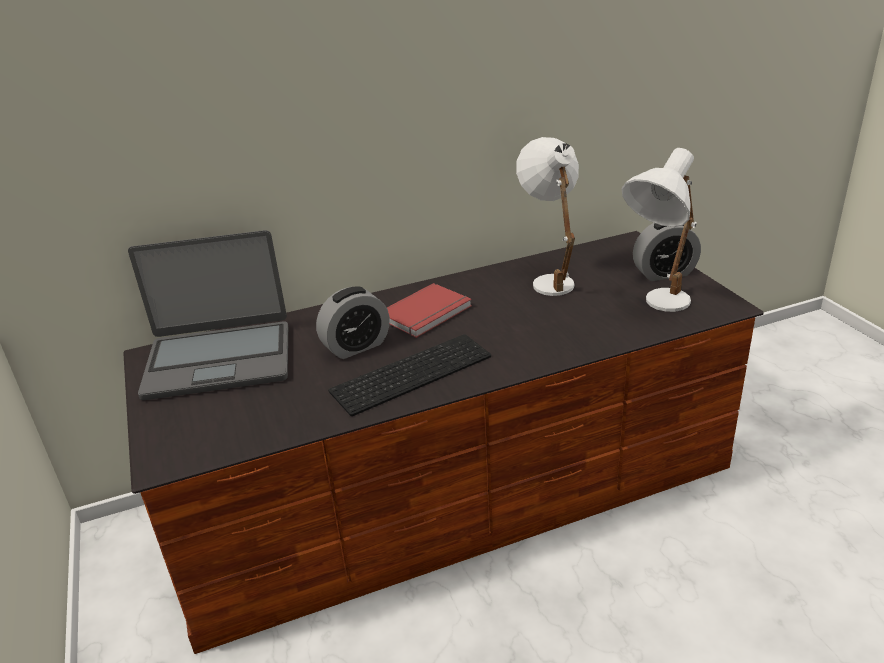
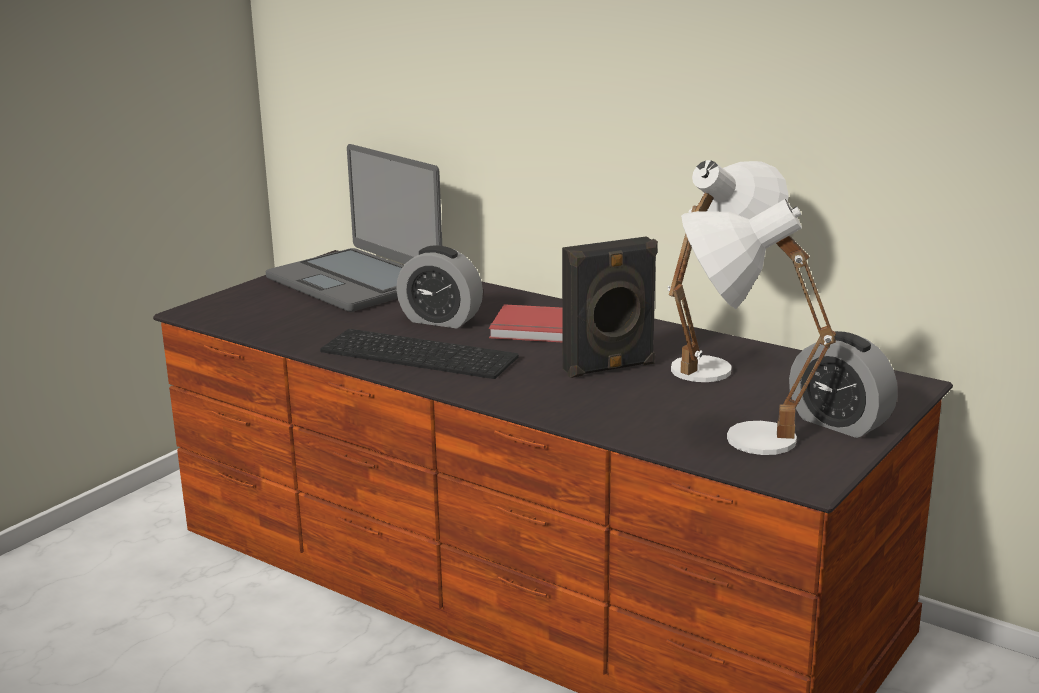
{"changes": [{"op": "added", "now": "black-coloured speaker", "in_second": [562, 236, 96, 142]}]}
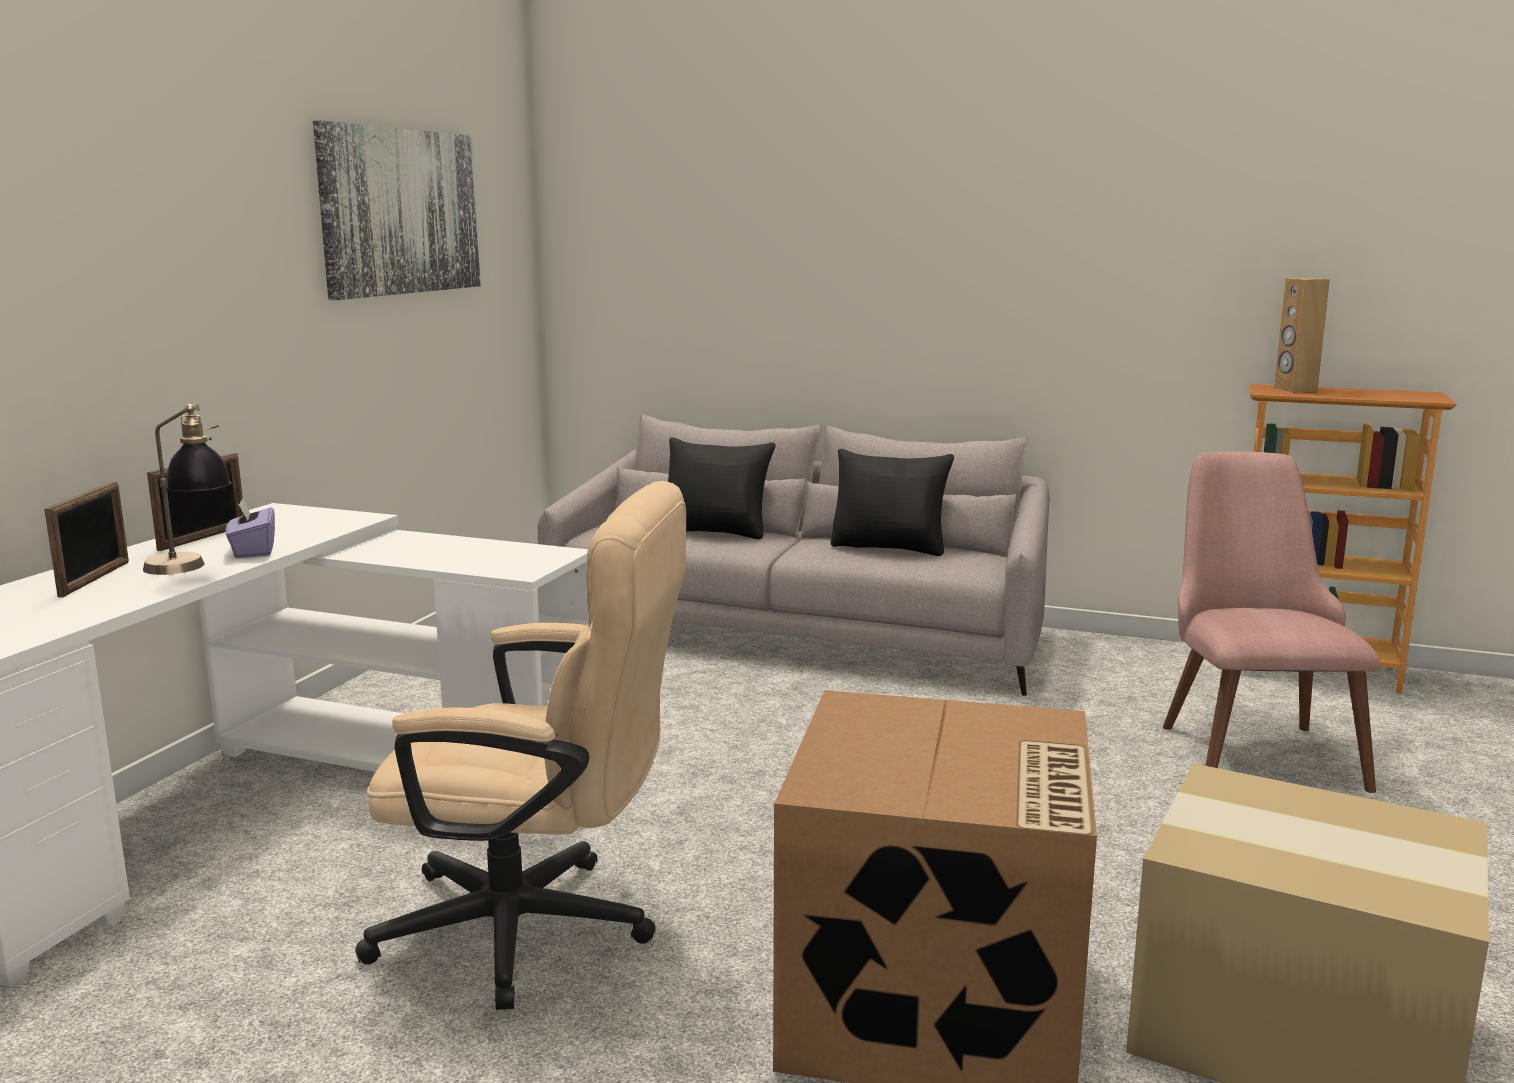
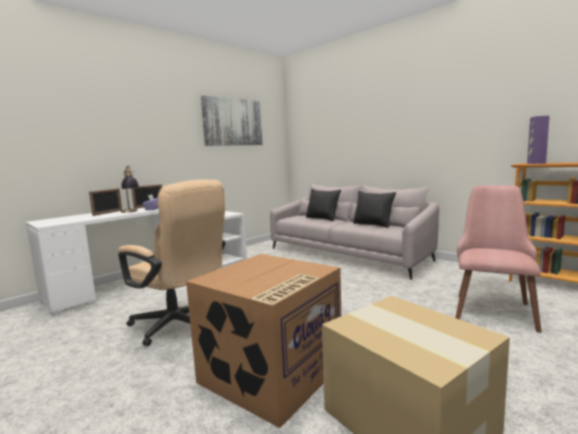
{"changes": [{"op": "recoloured", "was": "brown speaker", "now": "purple-coloured speaker", "in_first": [1274, 278, 56, 115], "in_second": [527, 116, 22, 48]}]}
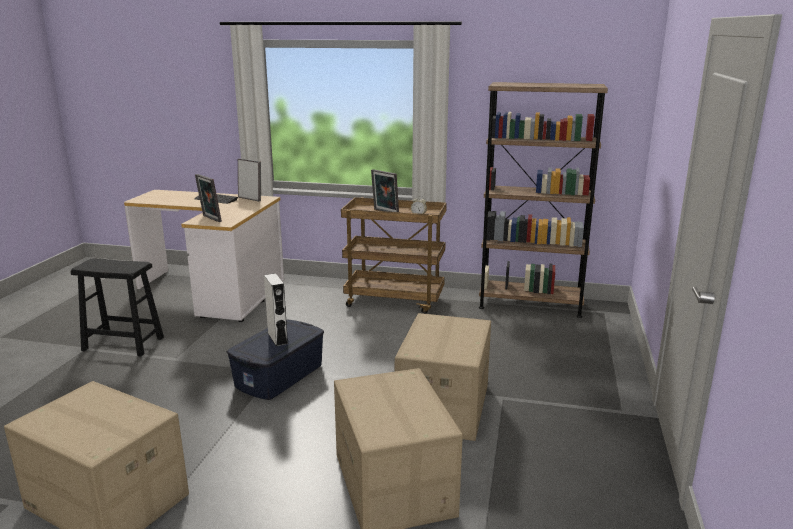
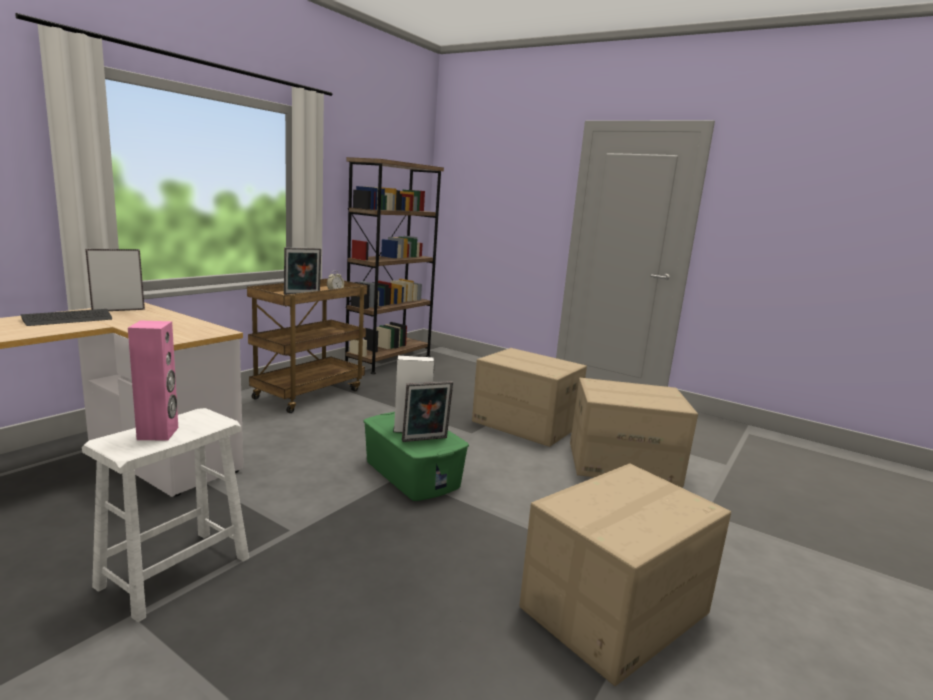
{"changes": [{"op": "recoloured", "was": "black-coloured stool seat", "now": "whitish stool seat", "in_first": [71, 258, 93, 99], "in_second": [82, 408, 167, 214]}, {"op": "added", "now": "pinkish speaker", "in_second": [128, 320, 50, 120]}, {"op": "recoloured", "was": "blue-coloured storage box", "now": "greenish storage box", "in_first": [227, 319, 97, 81], "in_second": [364, 412, 105, 89]}, {"op": "moved", "was": "standing frame", "in_first": [195, 174, 27, 48], "in_second": [402, 381, 51, 61]}]}
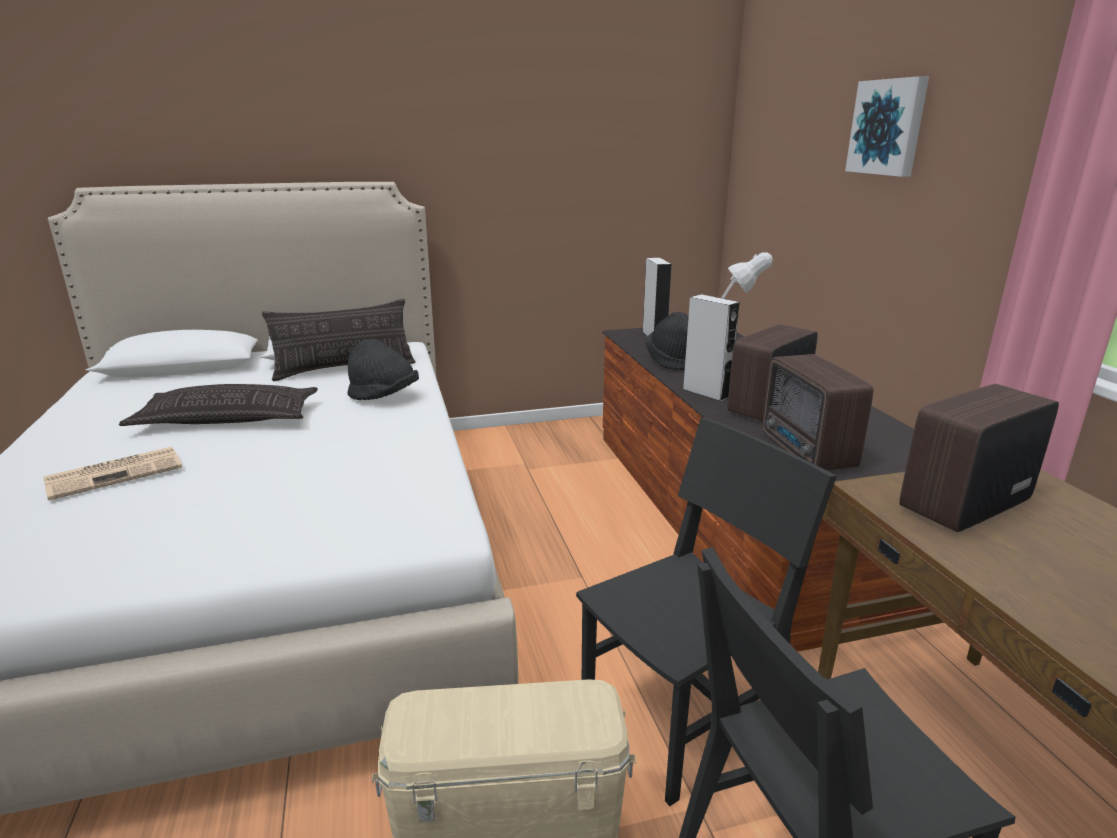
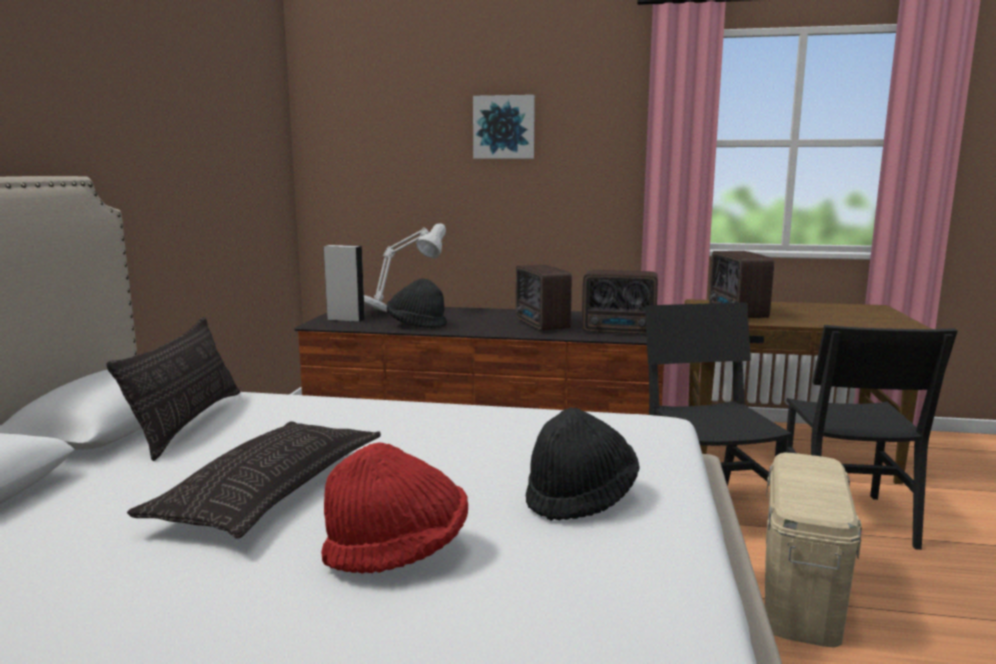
{"changes": [{"op": "replaced", "was": "printed paper", "now": "reddish hat", "in_first": [43, 447, 139, 54], "in_second": [321, 442, 147, 132]}, {"op": "moved", "was": "black-coloured hat", "in_first": [347, 339, 72, 61], "in_second": [526, 407, 114, 114]}, {"op": "removed", "was": "grey speaker", "in_first": [682, 294, 58, 108]}]}
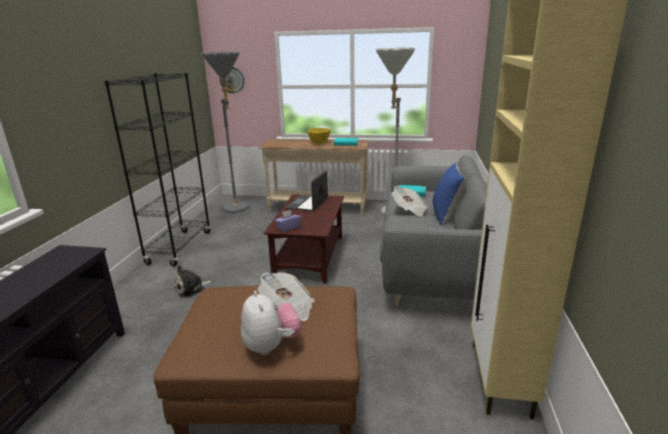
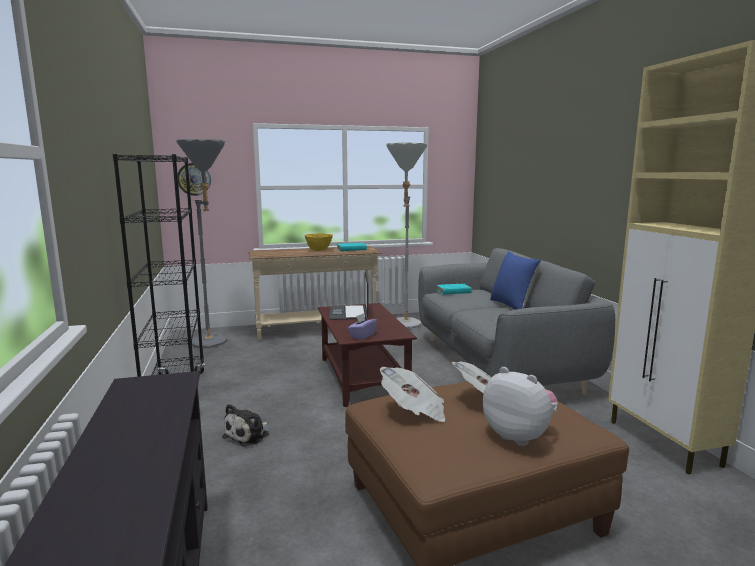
{"changes": [{"op": "moved", "was": "printed paper", "in_first": [392, 186, 36, 30], "in_second": [380, 367, 65, 55]}]}
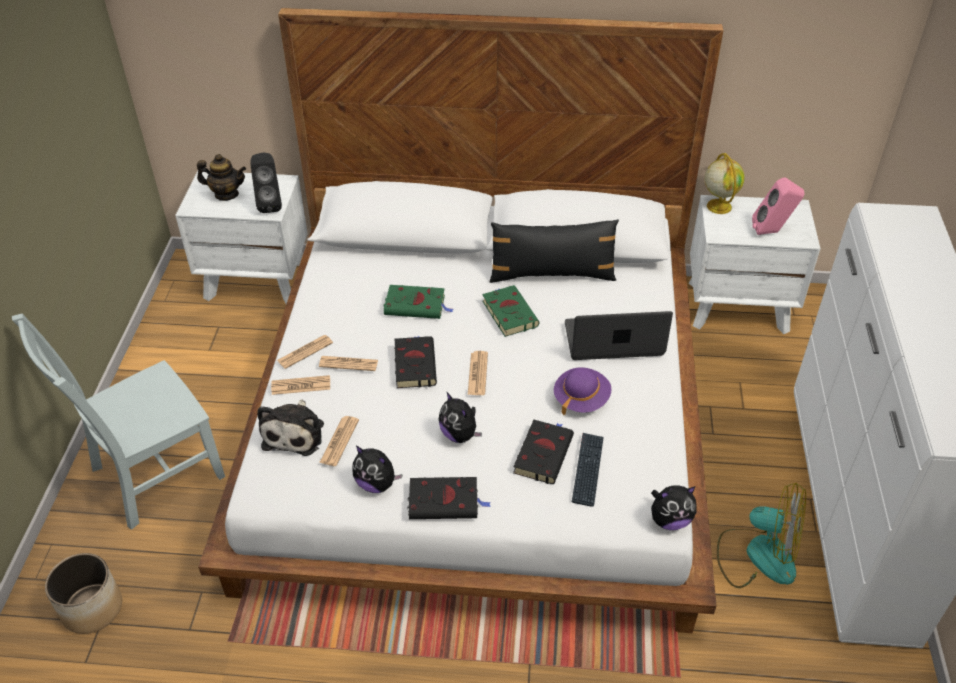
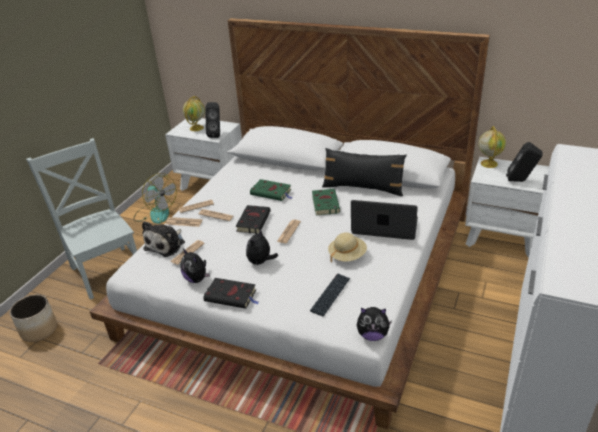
{"changes": [{"op": "turned", "was": "grey chair", "in_first": [12, 314, 213, 216], "in_second": [26, 138, 111, 162], "clockwise": 75}, {"op": "moved", "was": "cooling fan", "in_first": [717, 483, 89, 105], "in_second": [133, 173, 44, 51]}, {"op": "replaced", "was": "tea pot", "now": "world globe", "in_first": [197, 154, 49, 47], "in_second": [183, 96, 22, 35]}, {"op": "turned", "was": "plush toy", "in_first": [439, 391, 43, 52], "in_second": [246, 228, 32, 37], "clockwise": 45}, {"op": "recoloured", "was": "purple-coloured hat", "now": "beige-coloured hat", "in_first": [554, 367, 58, 48], "in_second": [328, 232, 39, 31]}, {"op": "recoloured", "was": "pinkish speaker", "now": "black-coloured speaker", "in_first": [752, 177, 52, 58], "in_second": [506, 142, 37, 40]}, {"op": "removed", "was": "black-coloured bound book", "in_first": [513, 420, 61, 64]}]}
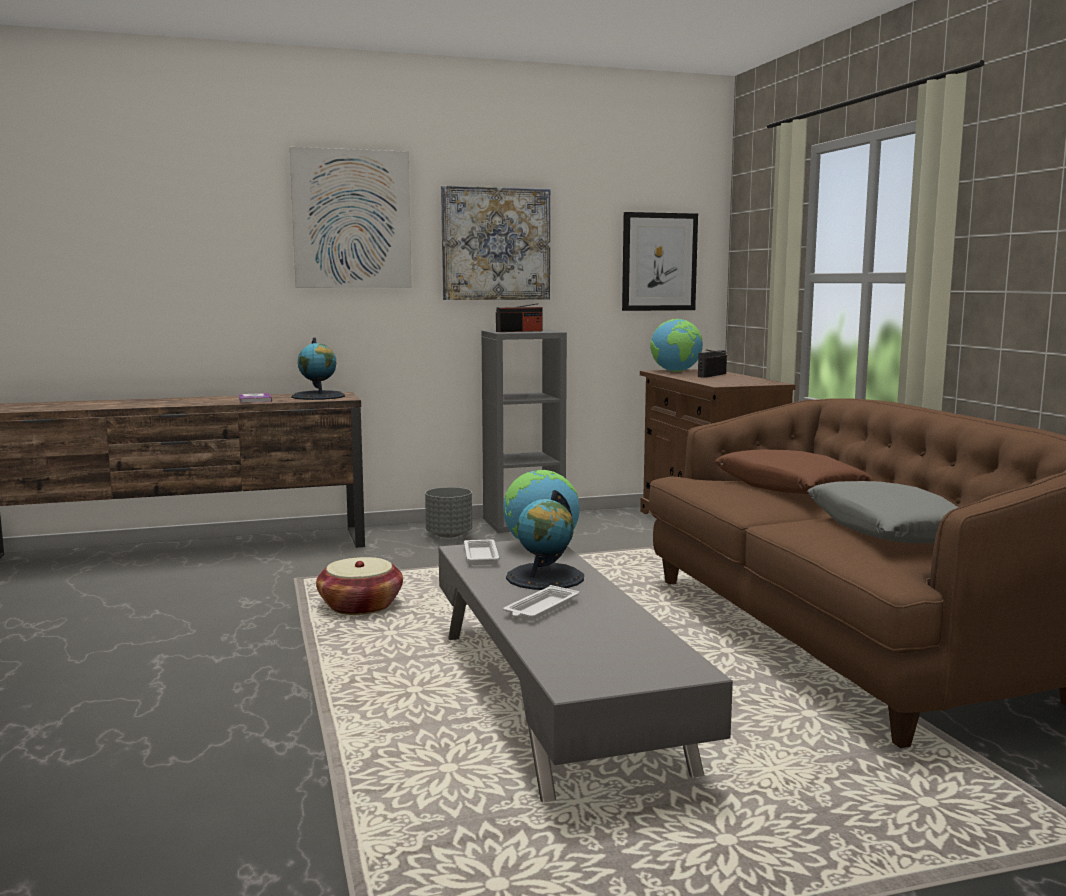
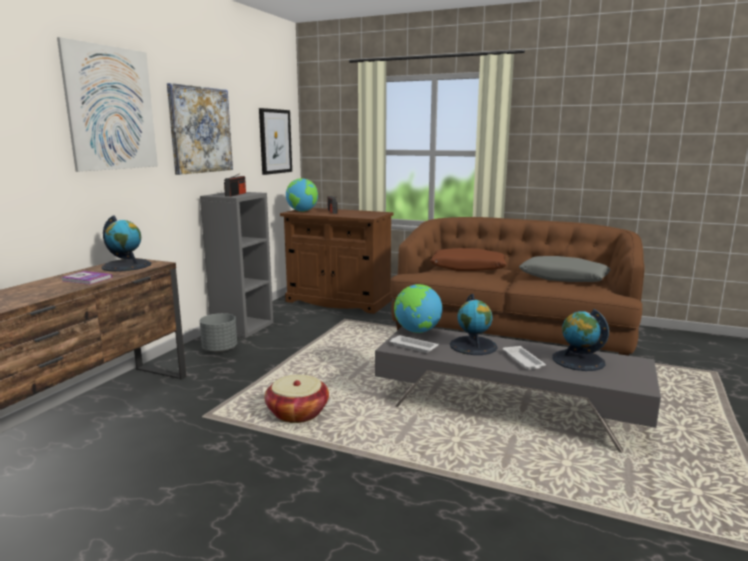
{"changes": [{"op": "added", "now": "world globe", "in_second": [552, 309, 57, 62]}]}
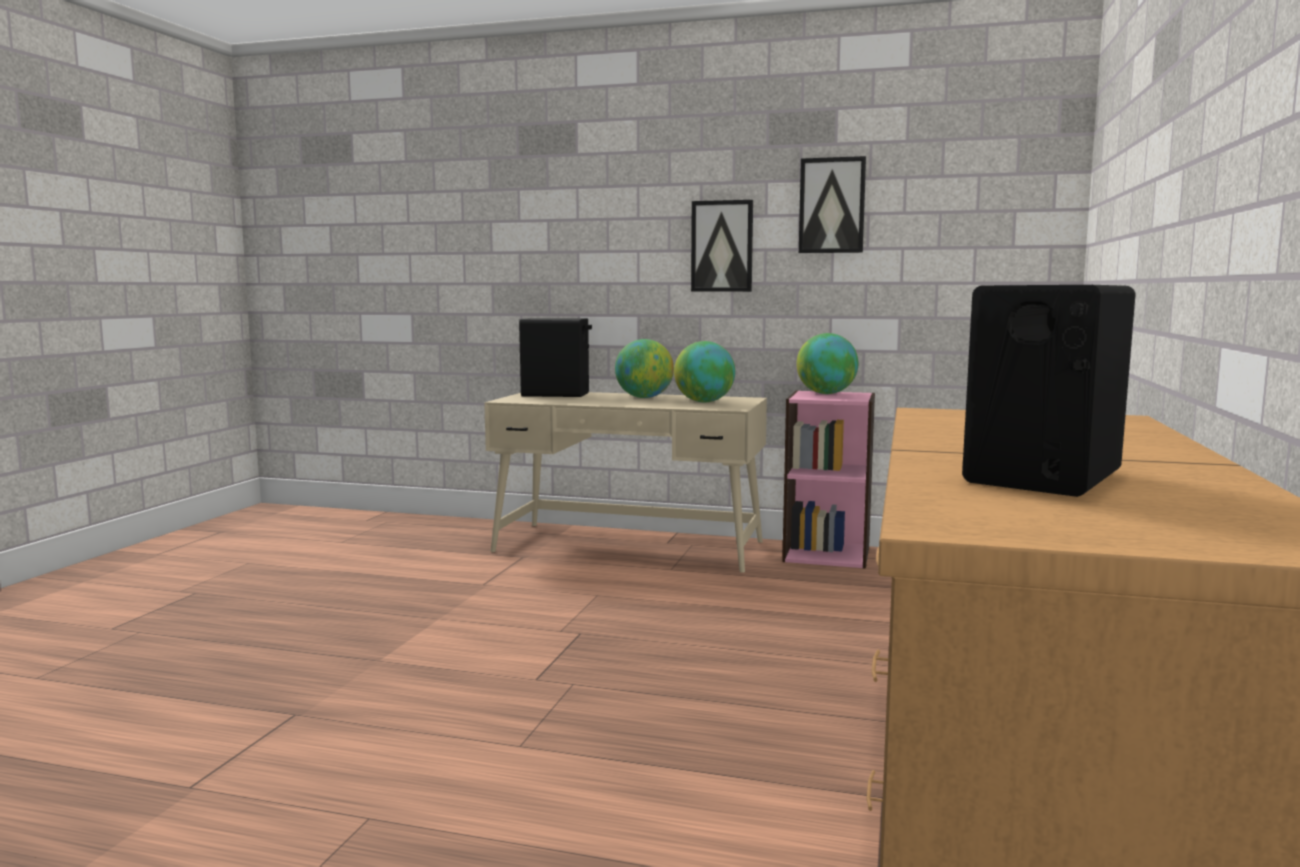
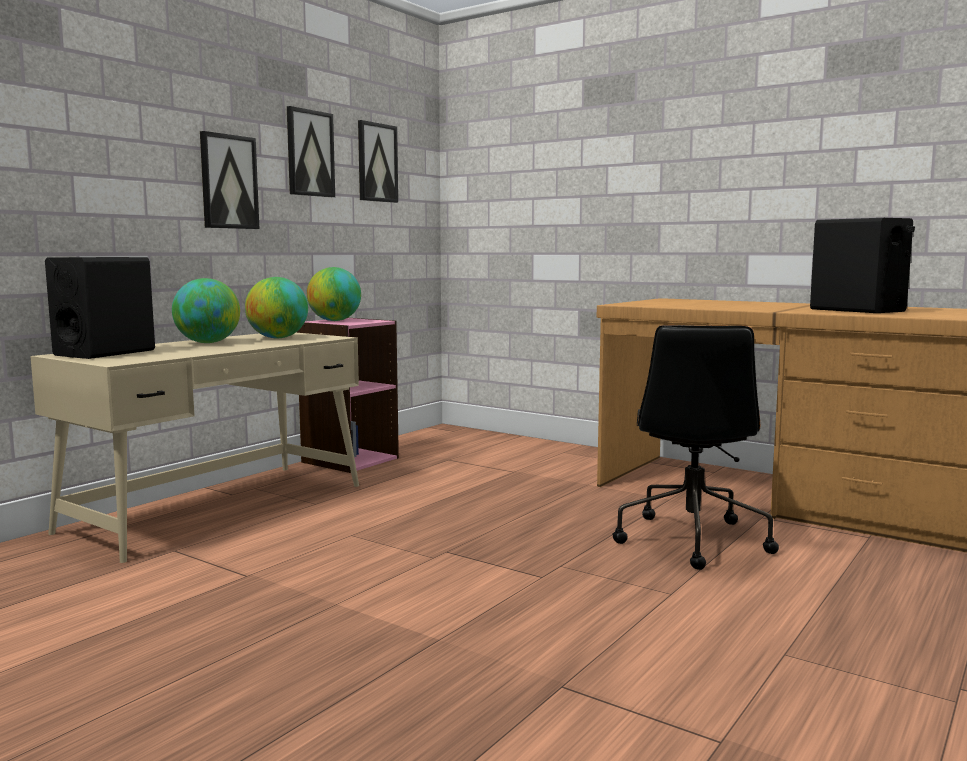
{"changes": [{"op": "added", "now": "wall art", "in_second": [358, 120, 40, 83]}, {"op": "added", "now": "black-coloured computer chair", "in_second": [613, 325, 166, 245]}]}
